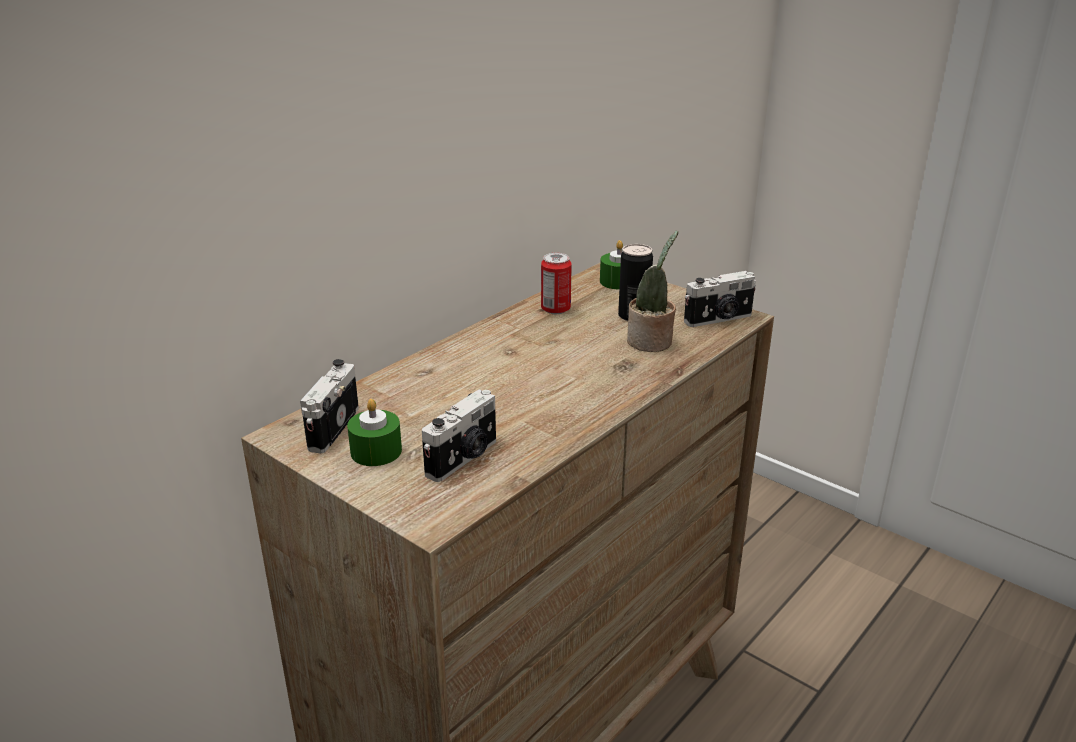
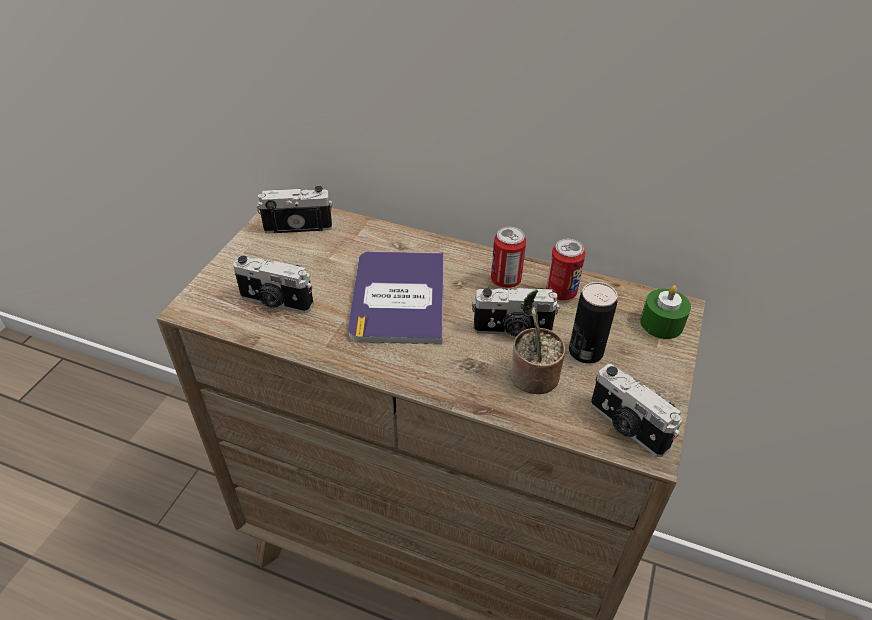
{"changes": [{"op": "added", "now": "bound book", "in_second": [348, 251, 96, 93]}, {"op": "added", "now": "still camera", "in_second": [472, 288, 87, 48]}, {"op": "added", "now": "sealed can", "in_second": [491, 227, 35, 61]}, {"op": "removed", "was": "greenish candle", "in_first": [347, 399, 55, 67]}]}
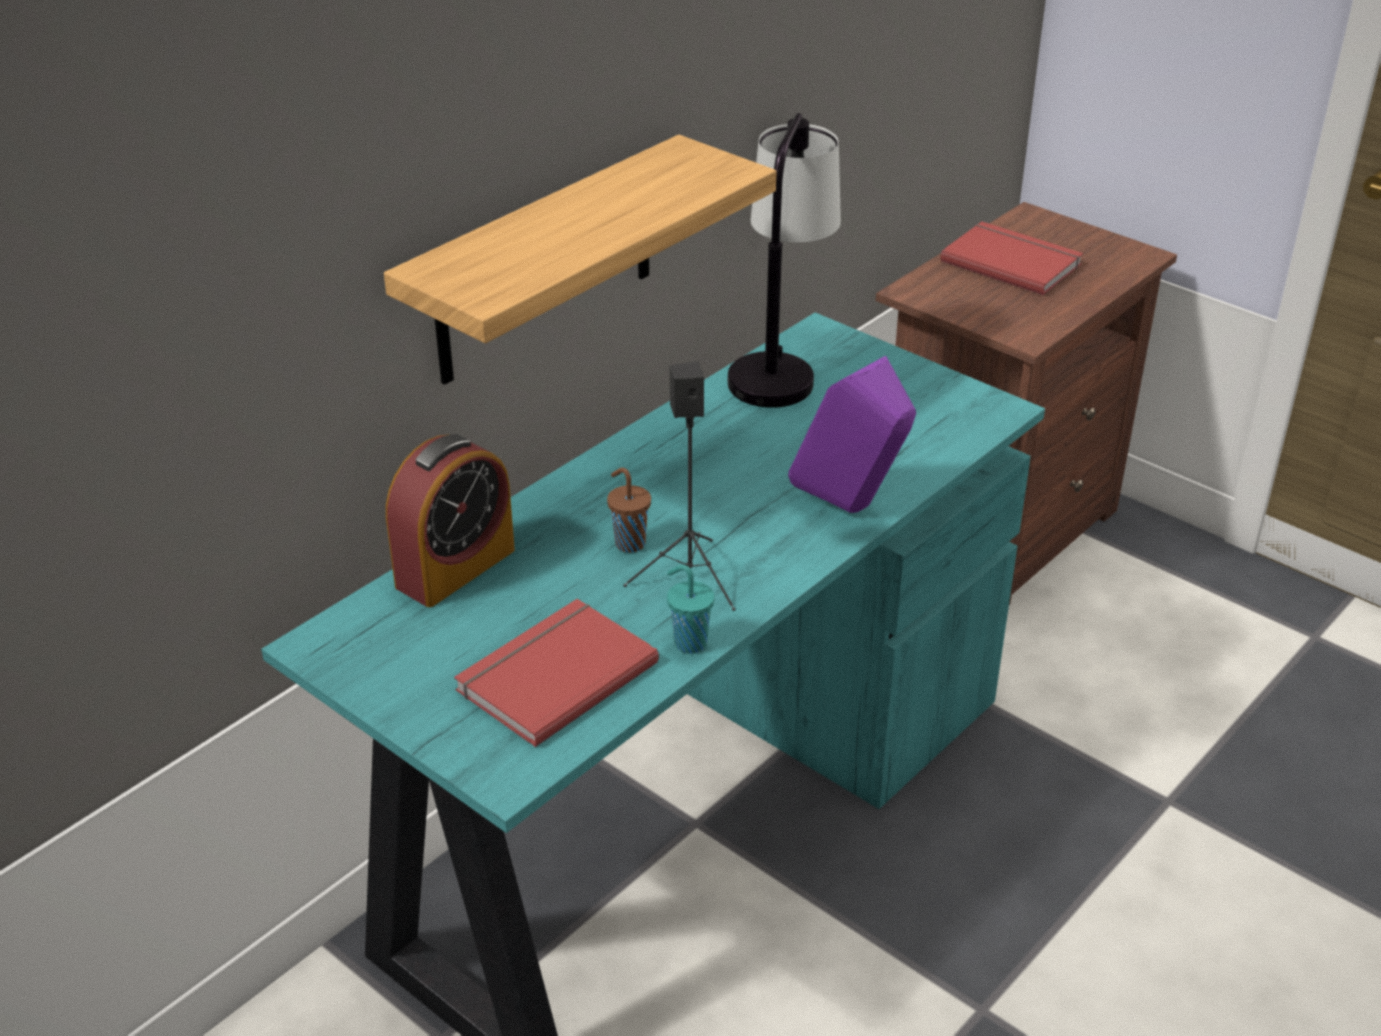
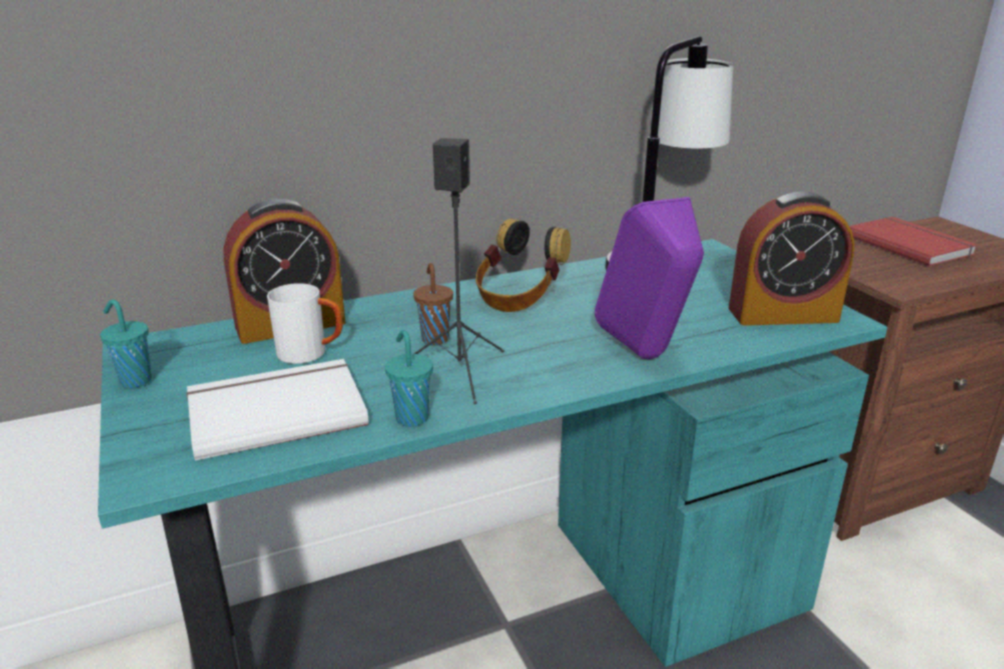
{"changes": [{"op": "added", "now": "blue-green cup", "in_second": [100, 299, 52, 89]}, {"op": "recoloured", "was": "reddish bound book", "now": "whitish bound book", "in_first": [454, 599, 205, 148], "in_second": [186, 359, 183, 102]}, {"op": "added", "now": "whitish tea mug", "in_second": [267, 283, 76, 81]}, {"op": "added", "now": "headphones", "in_second": [476, 219, 95, 93]}, {"op": "added", "now": "table clock", "in_second": [729, 191, 126, 135]}, {"op": "removed", "was": "wall shelf", "in_first": [384, 135, 393, 250]}]}
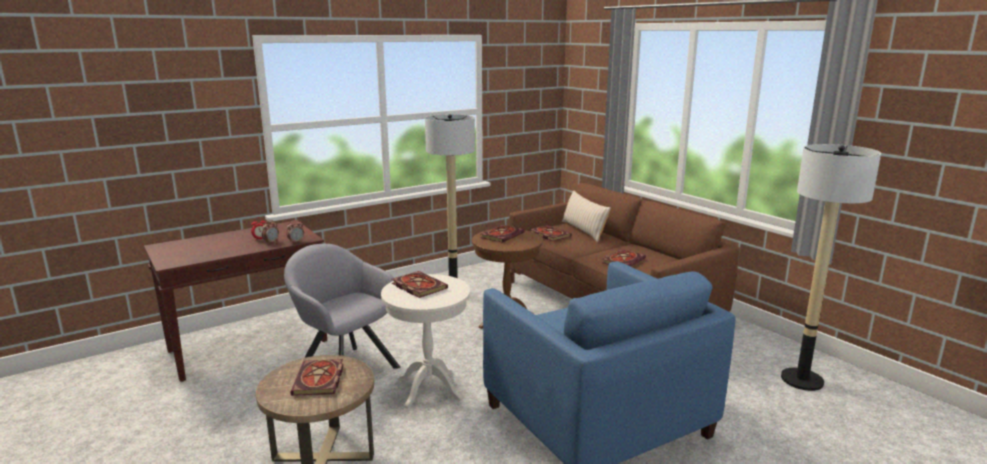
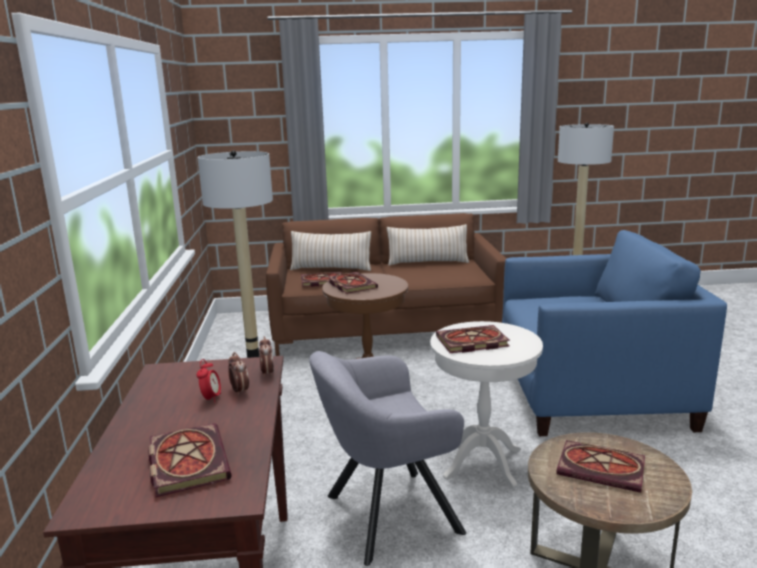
{"changes": [{"op": "moved", "was": "bound book", "in_first": [602, 249, 44, 18], "in_second": [148, 423, 84, 75]}, {"op": "added", "now": "beige-coloured pillow", "in_second": [387, 224, 82, 42]}]}
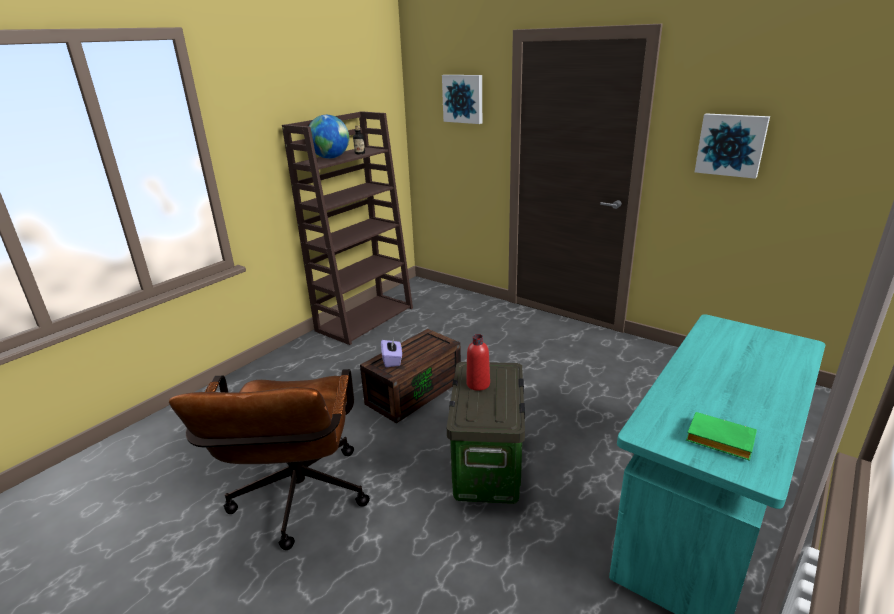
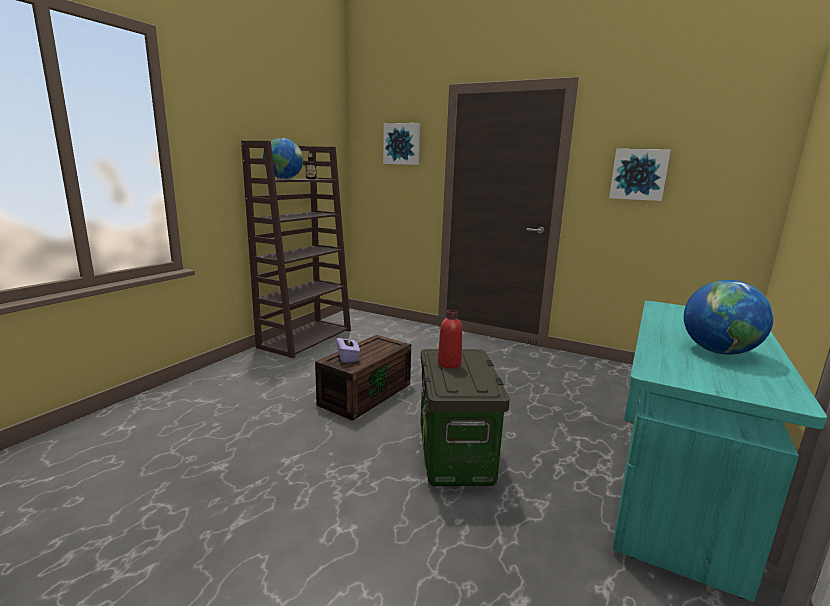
{"changes": [{"op": "added", "now": "world globe", "in_second": [684, 280, 90, 75]}, {"op": "removed", "was": "brown computer chair", "in_first": [169, 369, 201, 181]}, {"op": "removed", "was": "greenish bound book", "in_first": [686, 412, 71, 49]}]}
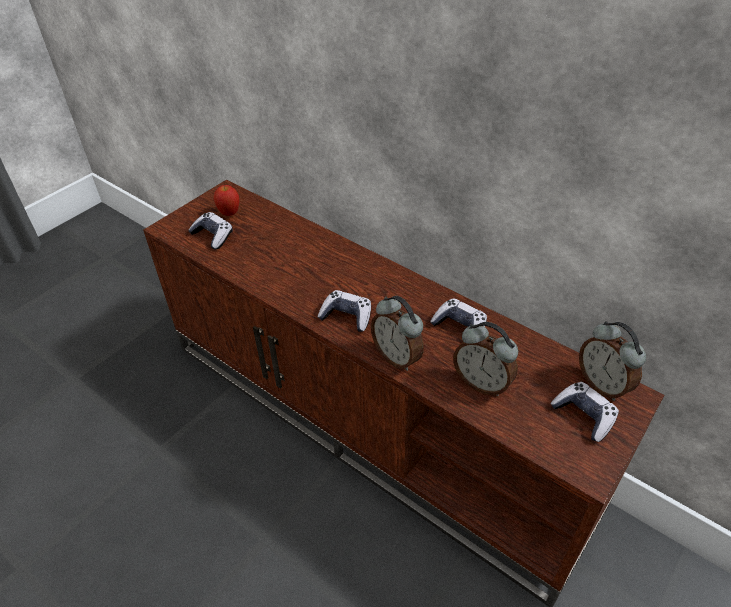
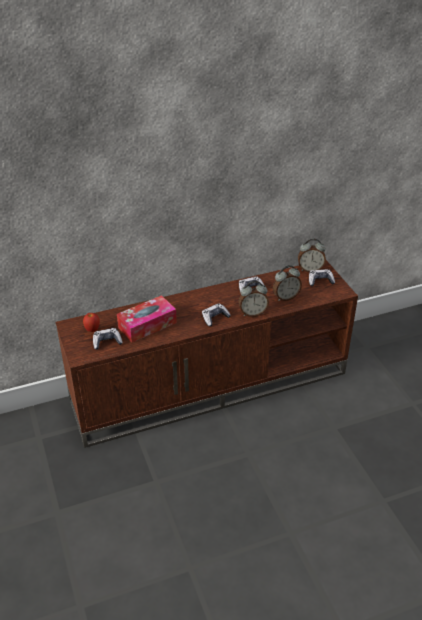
{"changes": [{"op": "added", "now": "tissue holder", "in_second": [117, 295, 60, 47]}]}
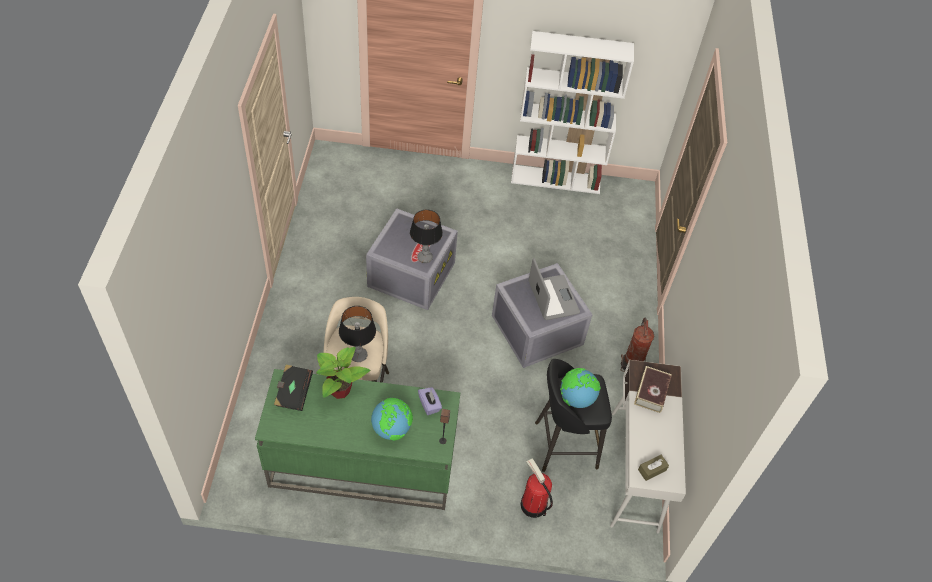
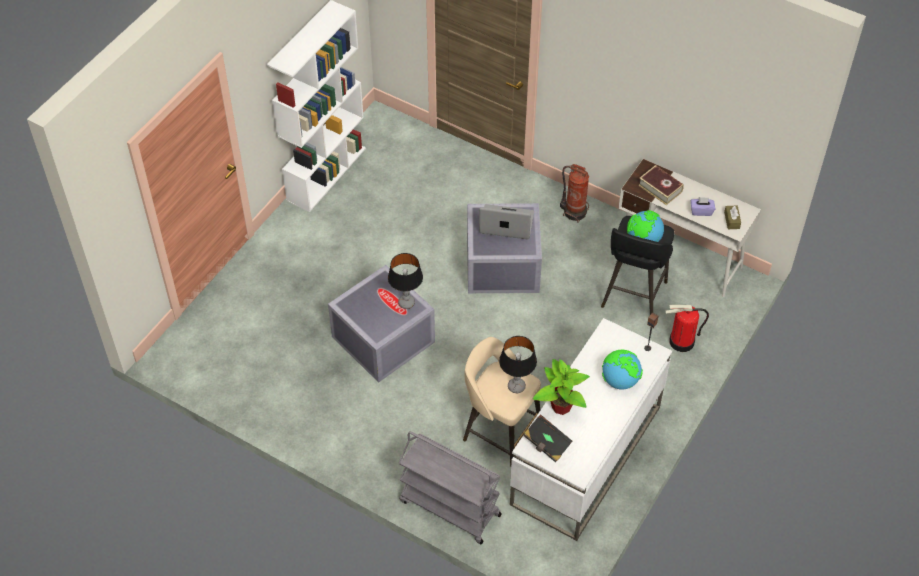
{"changes": [{"op": "added", "now": "grey trolley", "in_second": [398, 431, 104, 113]}, {"op": "recoloured", "was": "greenish desk", "now": "whitish desk", "in_first": [255, 369, 205, 141], "in_second": [510, 318, 162, 223]}, {"op": "moved", "was": "purple-coloured tissue holder", "in_first": [418, 387, 24, 28], "in_second": [691, 197, 24, 19]}]}
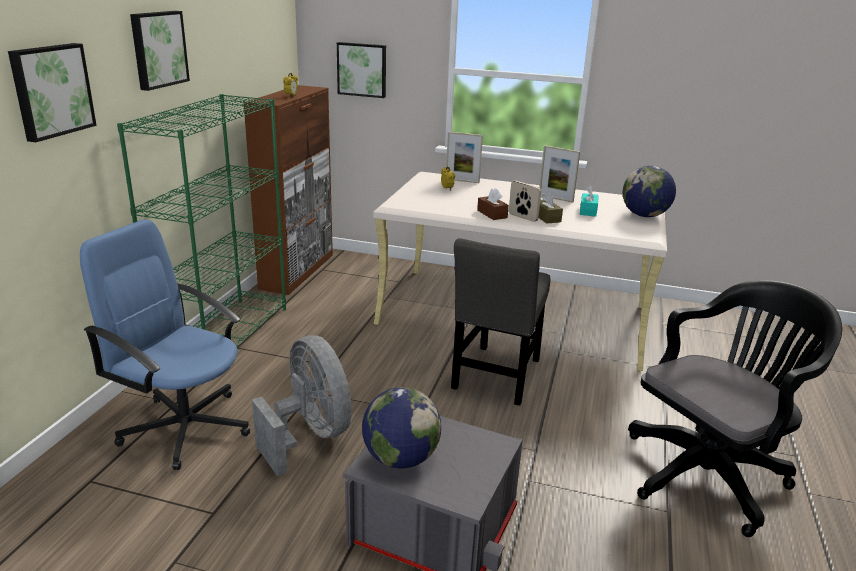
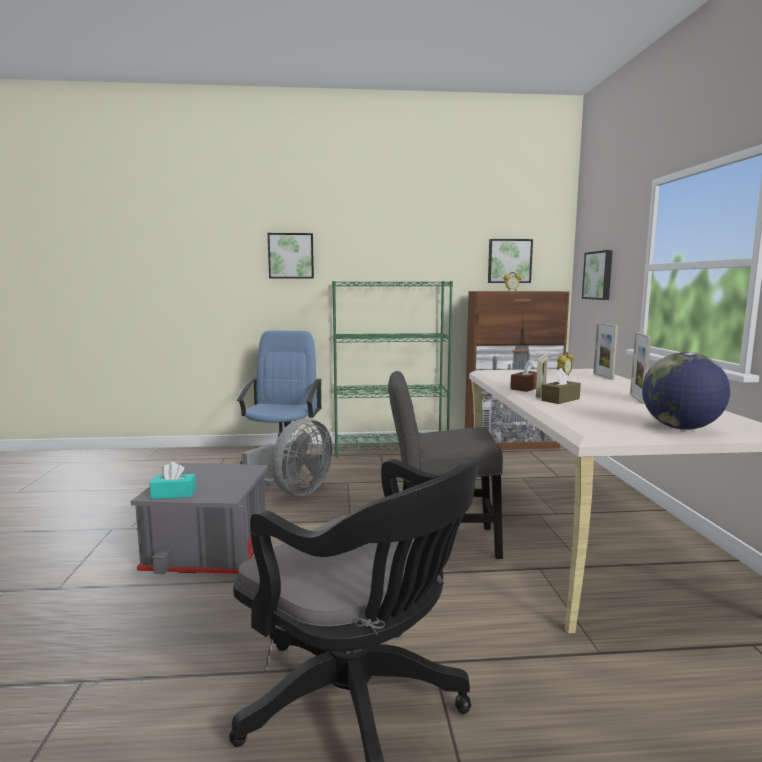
{"changes": [{"op": "moved", "was": "blue-green tissue holder", "in_first": [580, 185, 19, 32], "in_second": [150, 462, 46, 37]}, {"op": "moved", "was": "wall art", "in_first": [130, 11, 60, 80], "in_second": [488, 239, 45, 44]}, {"op": "removed", "was": "world globe", "in_first": [362, 387, 79, 81]}]}
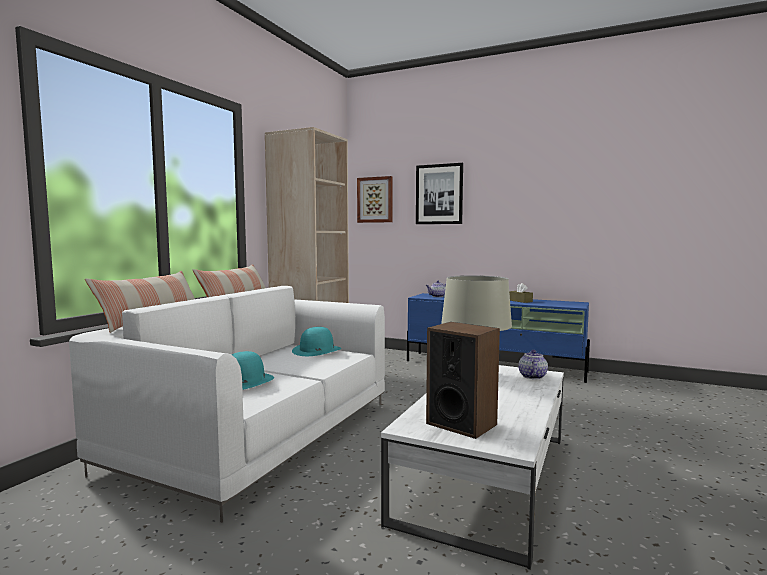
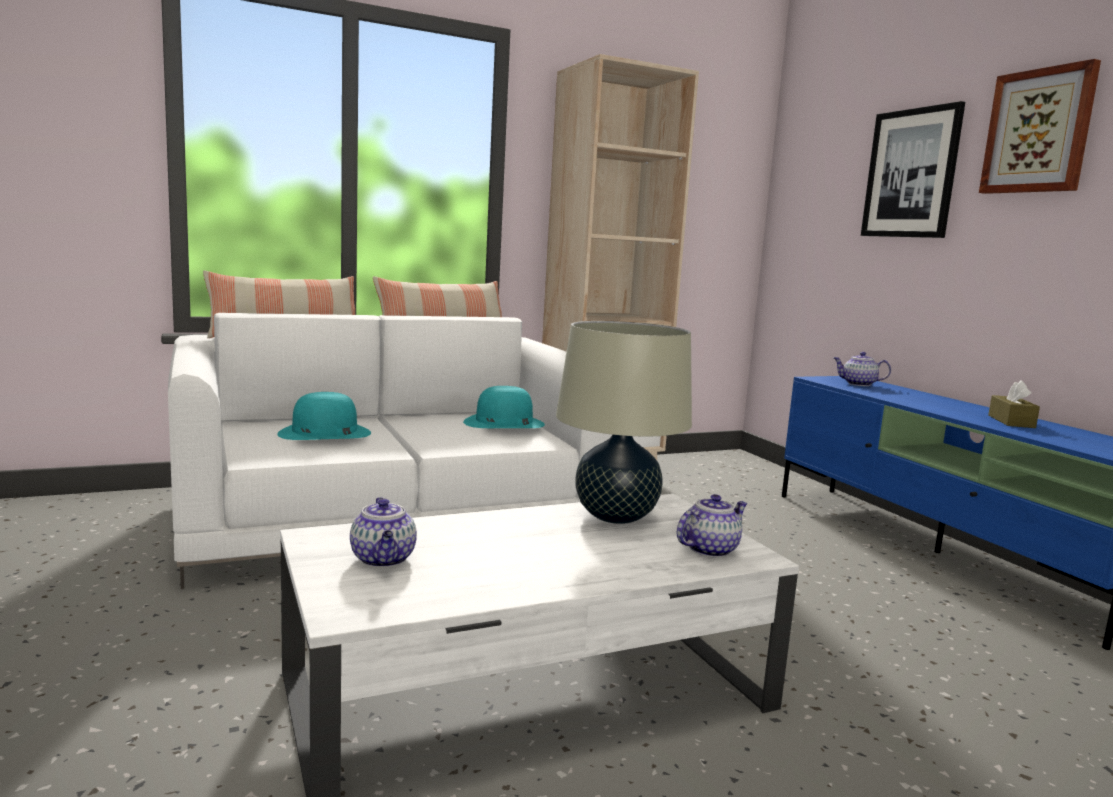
{"changes": [{"op": "replaced", "was": "speaker", "now": "tea pot", "in_first": [426, 322, 74, 117], "in_second": [350, 497, 67, 71]}, {"op": "moved", "was": "wall art", "in_first": [357, 176, 35, 47], "in_second": [979, 59, 122, 135]}]}
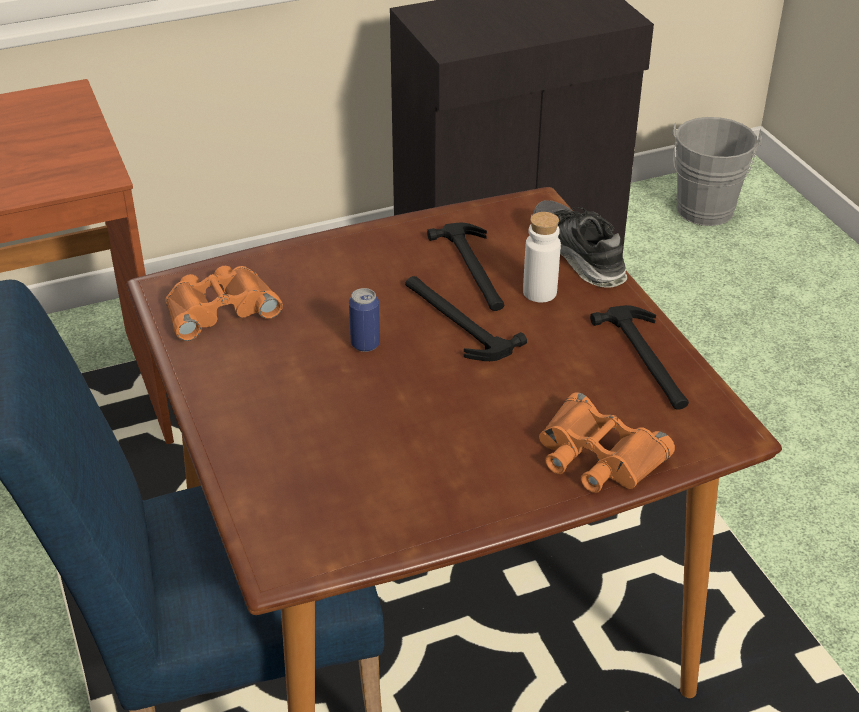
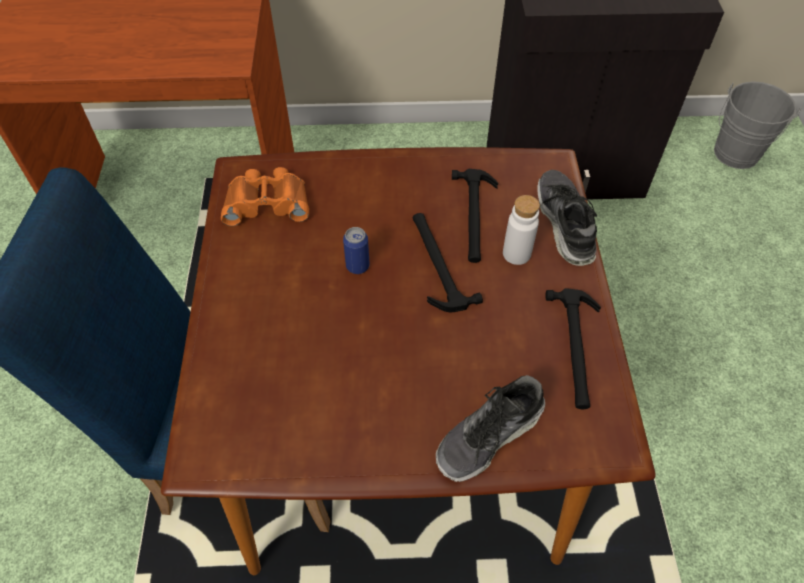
{"changes": [{"op": "replaced", "was": "orangey binoculars", "now": "low shoe", "in_first": [539, 392, 136, 101], "in_second": [436, 375, 109, 107]}]}
